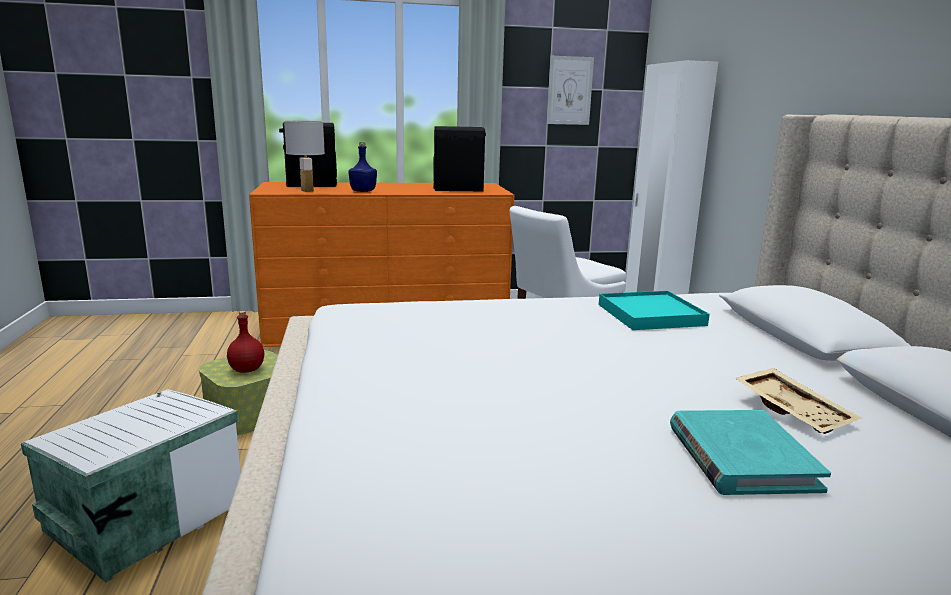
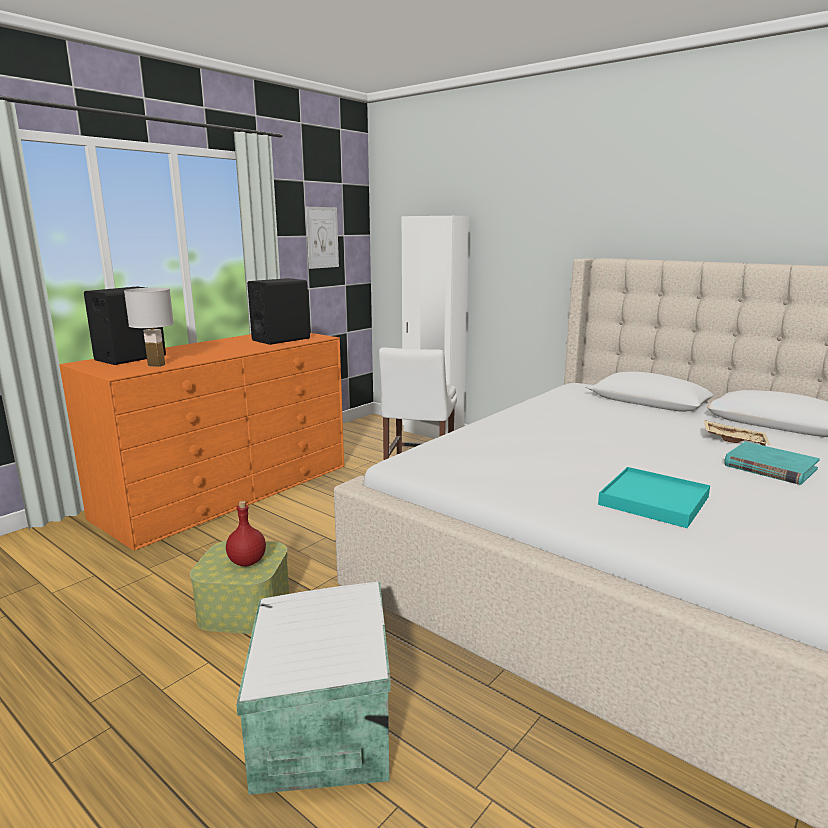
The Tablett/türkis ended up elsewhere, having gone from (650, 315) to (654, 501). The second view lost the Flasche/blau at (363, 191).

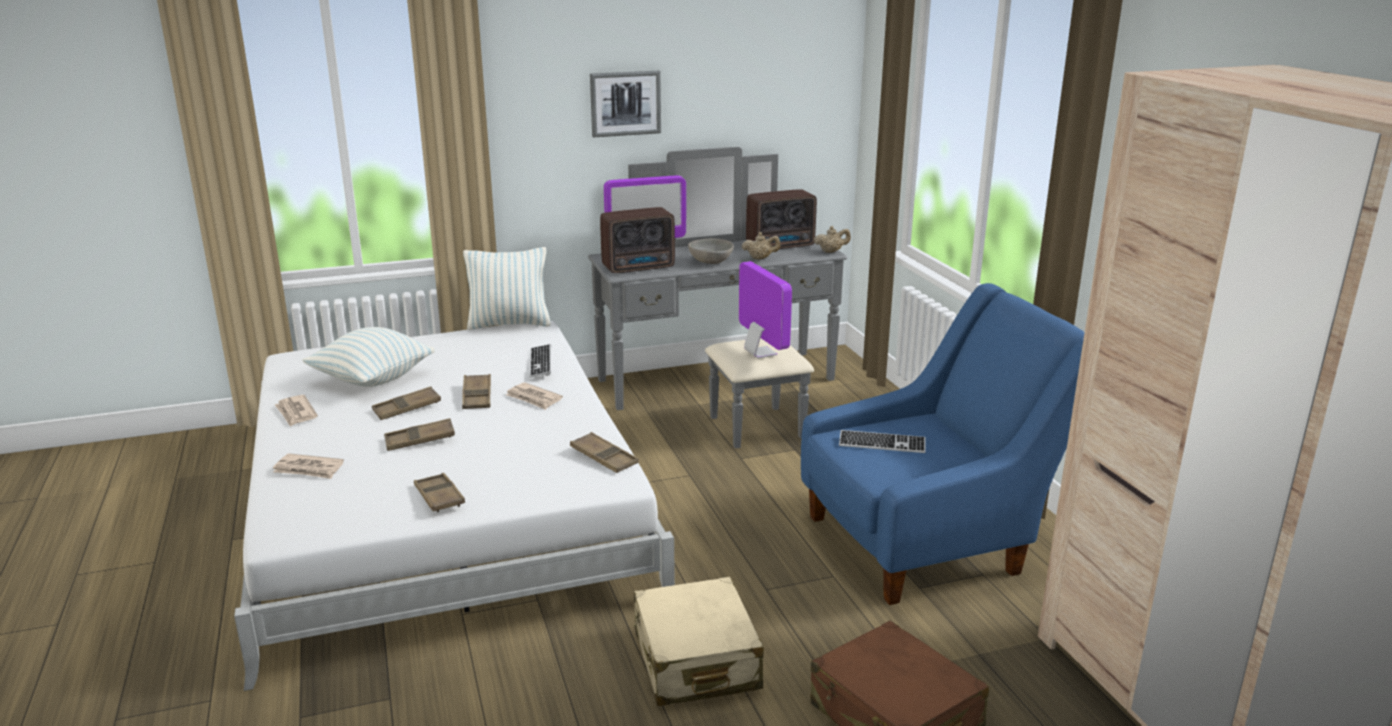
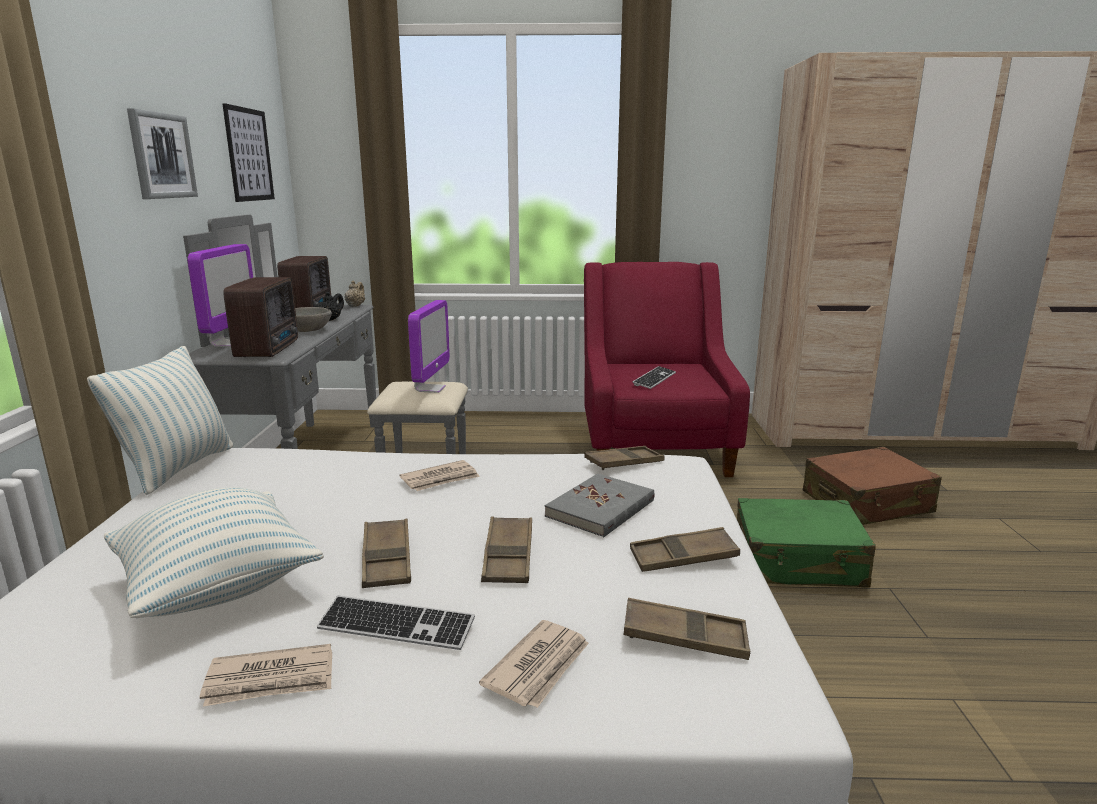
The second view gained the Bild at (249, 155). What was the Teekanne/beige at (760, 258) turned into the Teekanne/schwarz at (331, 319). The Tastatur ended up elsewhere, having gone from (540, 362) to (396, 626). The Monitor at (760, 353) ended up facing another way, 105 degrees clockwise from before. The second view gained the Buch/grau at (601, 509). What was the Sessel/blau at (929, 540) turned into the Sessel/rot at (654, 449). The Tablett/braun ended up elsewhere, having gone from (477, 396) to (684, 637). What was the Koffer/beige at (696, 661) turned into the Koffer/grün at (798, 561).

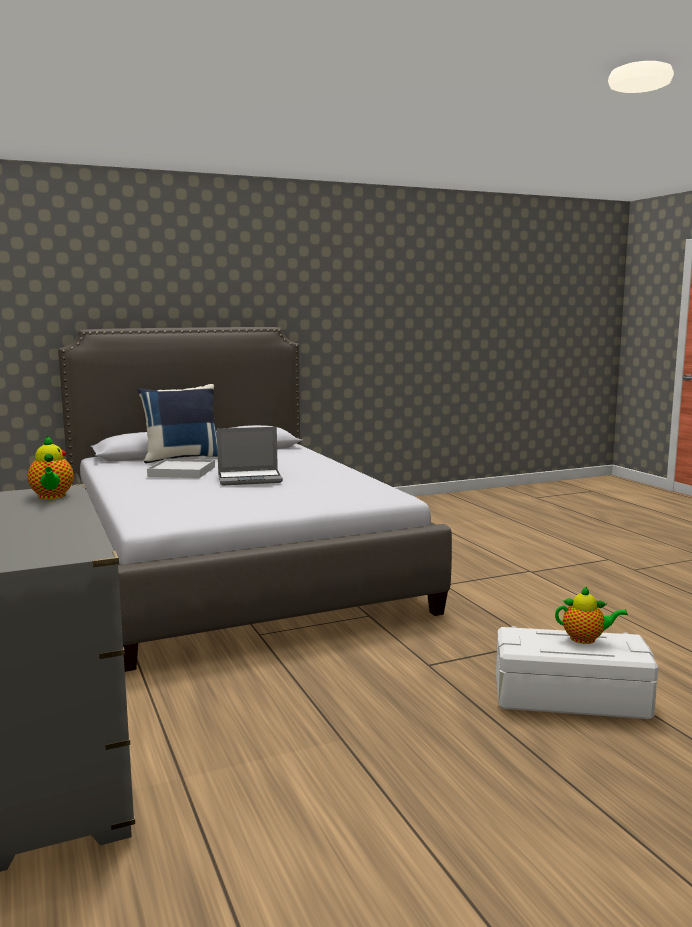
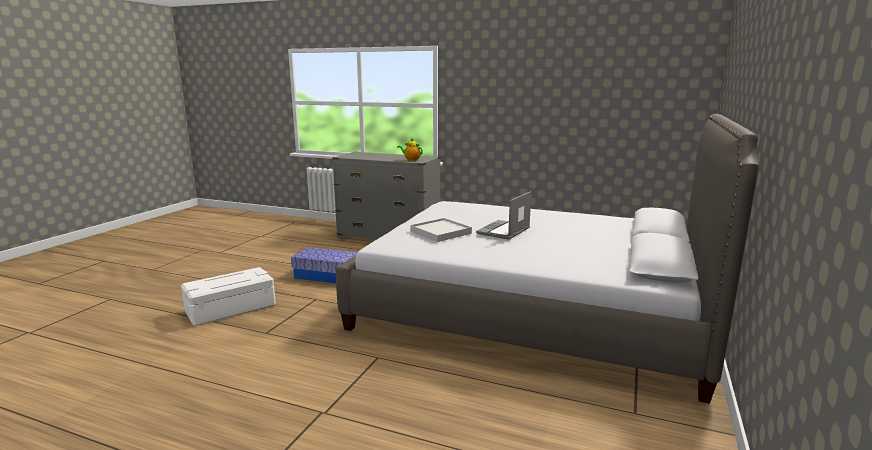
The second view gained the Aufbewahrungsbox at (327, 275). The Tablett/weiß ended up elsewhere, having gone from (182, 471) to (441, 232). The second view lost the Kissen/blau at (183, 458). The second view lost the Teekanne at (586, 639).

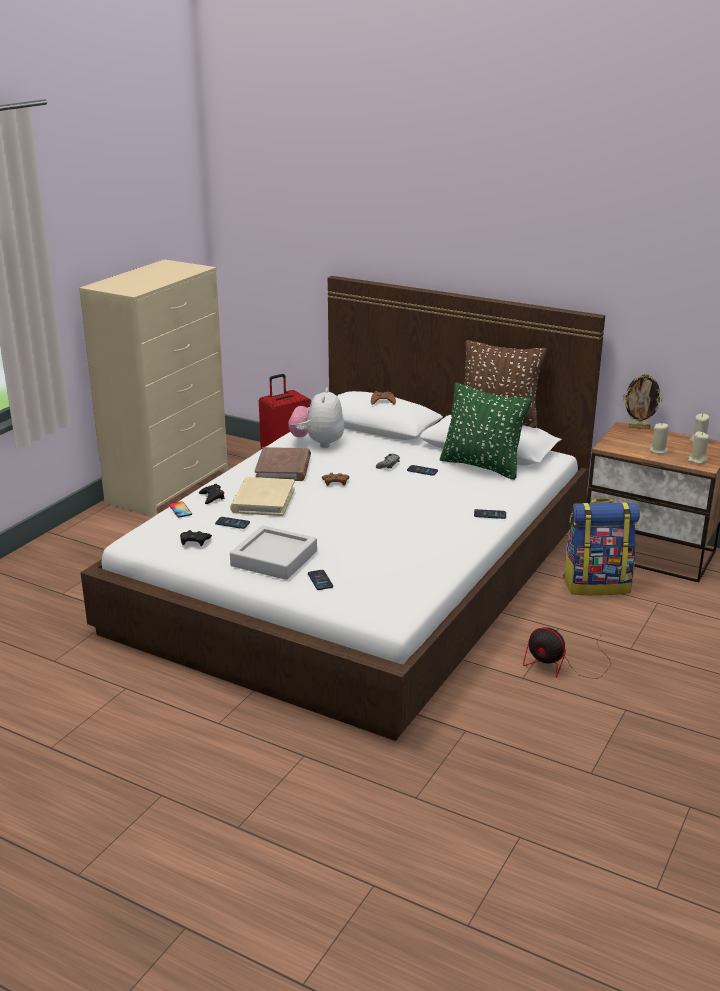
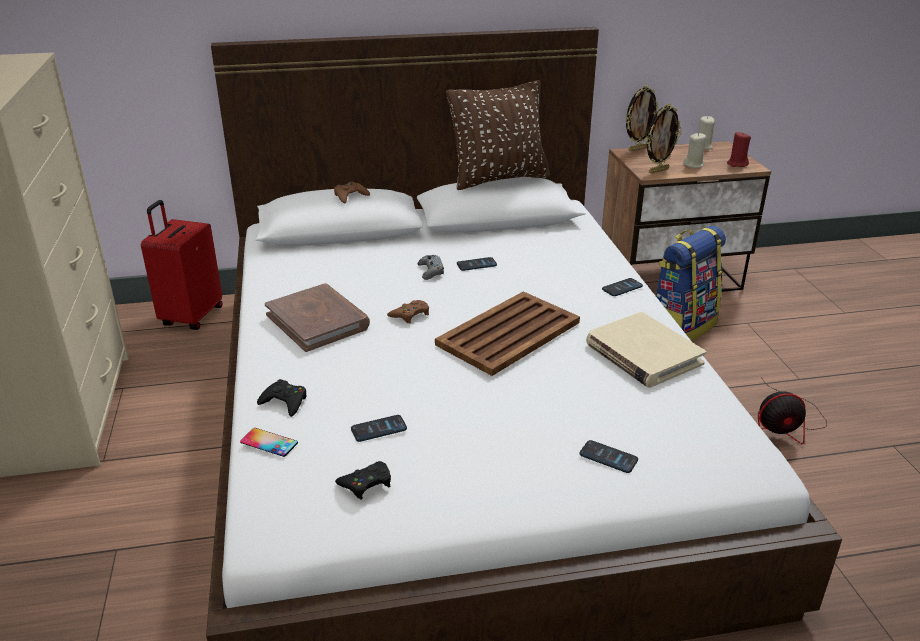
The second view gained the Tablett/braun at (510, 333). The Buch/beige ended up elsewhere, having gone from (263, 500) to (643, 354). The second view gained the Bilderrahmen at (658, 170). What was the Kerze/beige at (697, 460) turned into the Kerze/rot at (737, 164). The second view lost the Tablett/grau at (274, 558). The second view lost the Plüschtier at (318, 443). The second view lost the Kissen/grün at (482, 466).

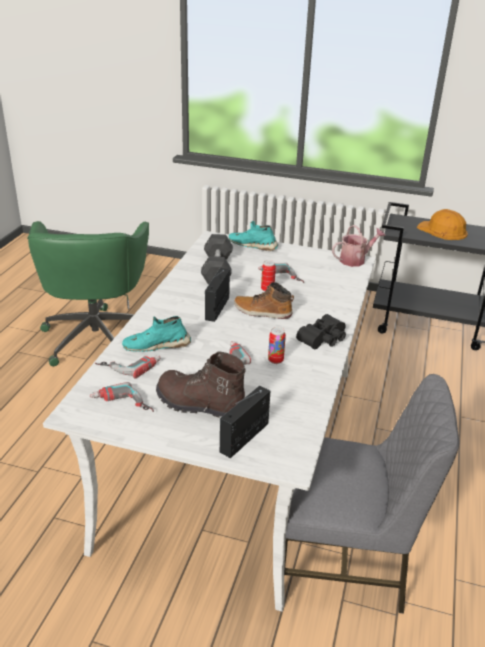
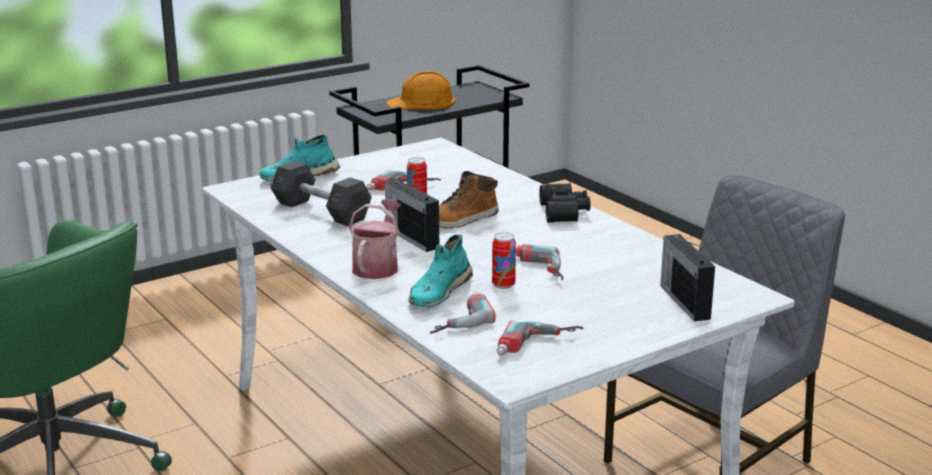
The Gießkanne ended up elsewhere, having gone from (355, 260) to (377, 266). The Dose ended up elsewhere, having gone from (275, 360) to (503, 285). The second view lost the Stiefel/braun at (199, 405).

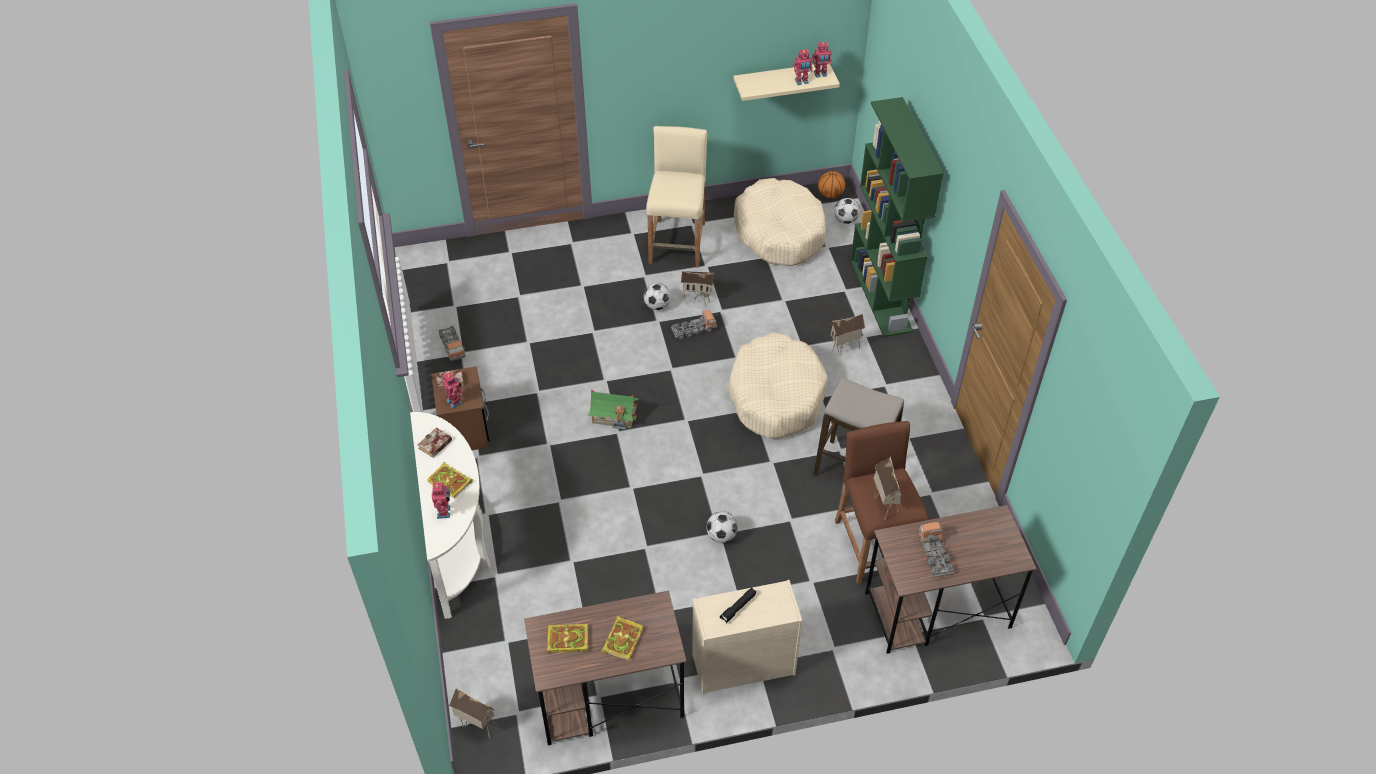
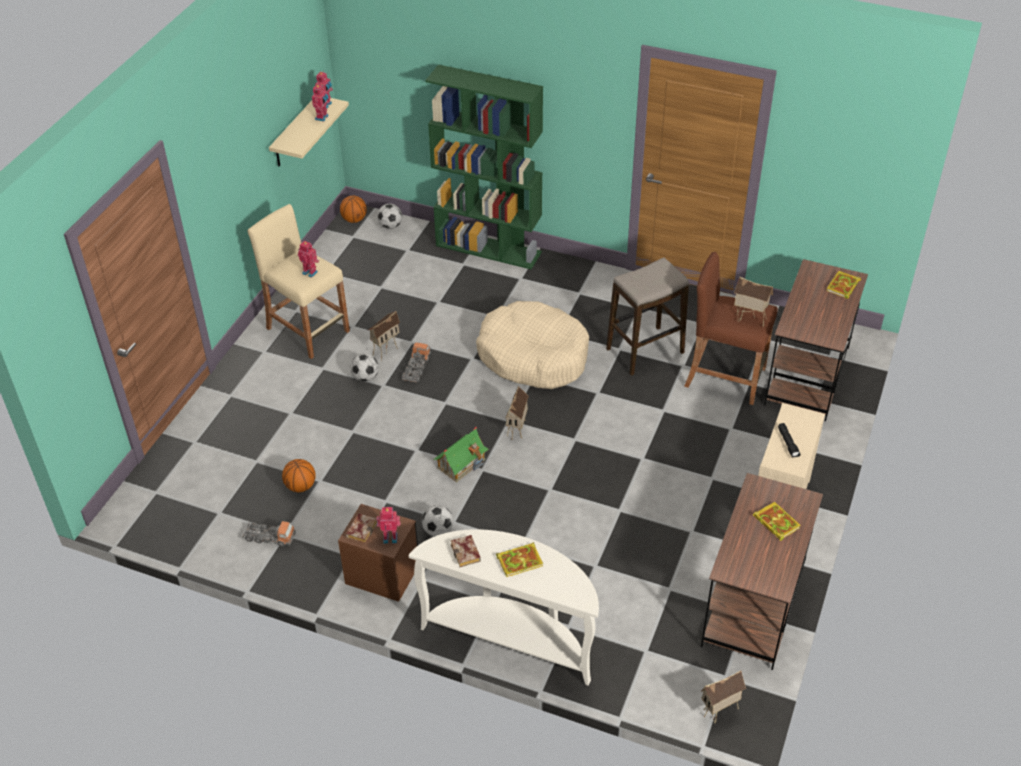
The second view gained the Basketball at (300, 486). The Spielzeugroboter ended up elsewhere, having gone from (445, 512) to (310, 272). The Fußball ended up elsewhere, having gone from (721, 535) to (438, 531). The Spielzeughaus ended up elsewhere, having gone from (845, 349) to (517, 430). The Buch ended up elsewhere, having gone from (566, 640) to (843, 287). The second view lost the Hundebett/beige at (779, 232). The second view lost the Spielzeuglaster at (934, 554).

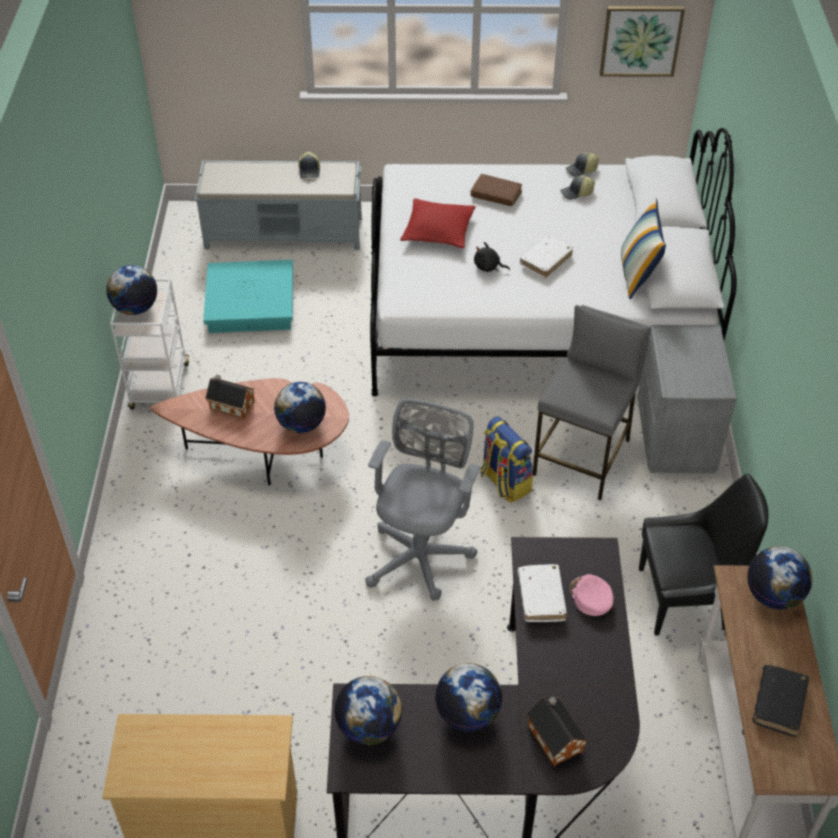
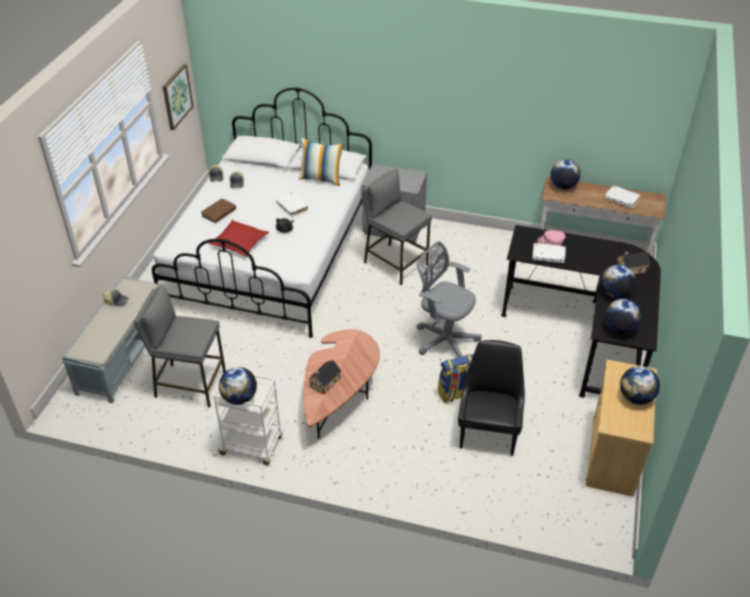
Where the Aufbewahrungsbox/türkis stood at (251, 303), the Hocker/grau came to stand at (190, 384). The Rucksack ended up elsewhere, having gone from (504, 482) to (456, 394). The Stuhl/schwarz ended up elsewhere, having gone from (686, 599) to (488, 431). What was the Buch/schwarz at (778, 704) turned into the Buch/weiß at (621, 200). The Globus ended up elsewhere, having gone from (301, 424) to (635, 398).

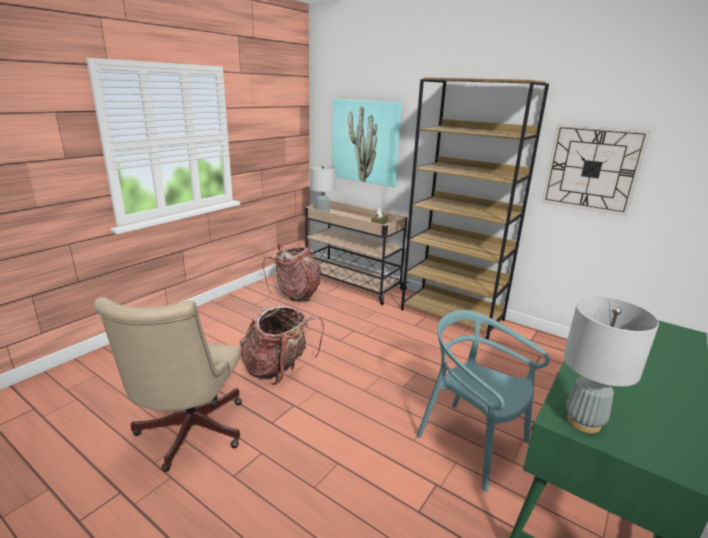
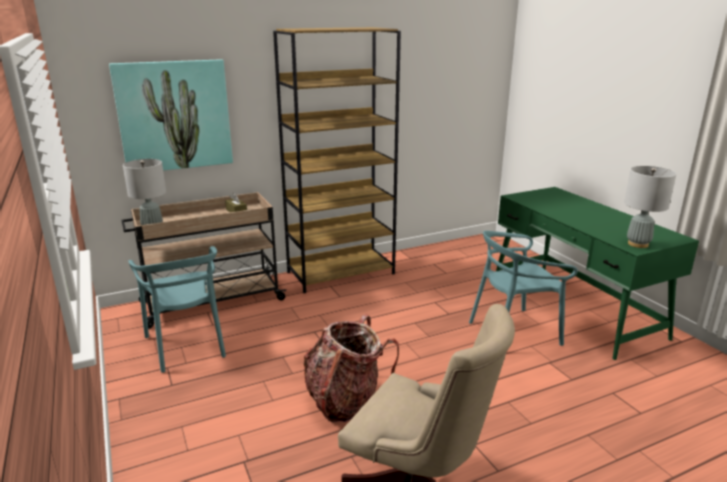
Where the Rucksack stood at (296, 294), the Stuhl/türkis came to stand at (187, 345). The second view lost the Wanduhr at (591, 169).

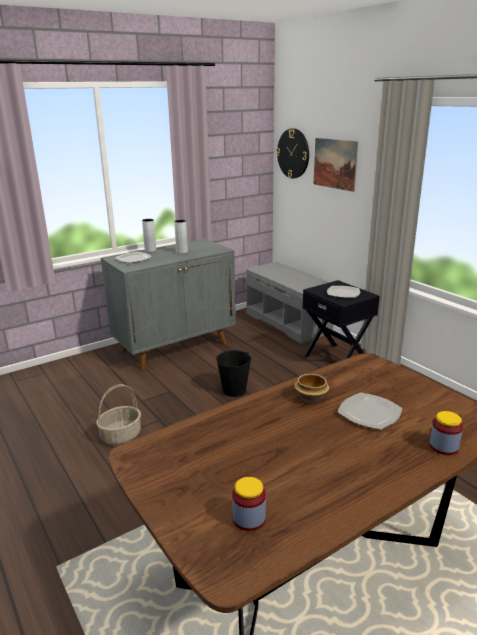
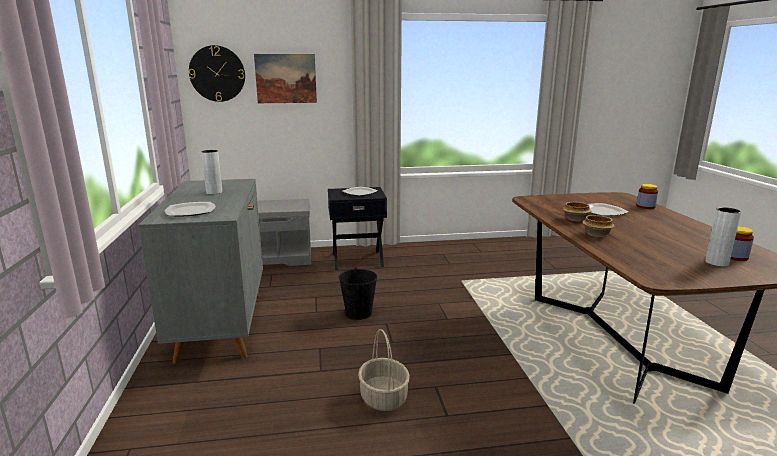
The second view gained the Schüssel at (596, 234). The Vase/grau ended up elsewhere, having gone from (150, 250) to (716, 262).

